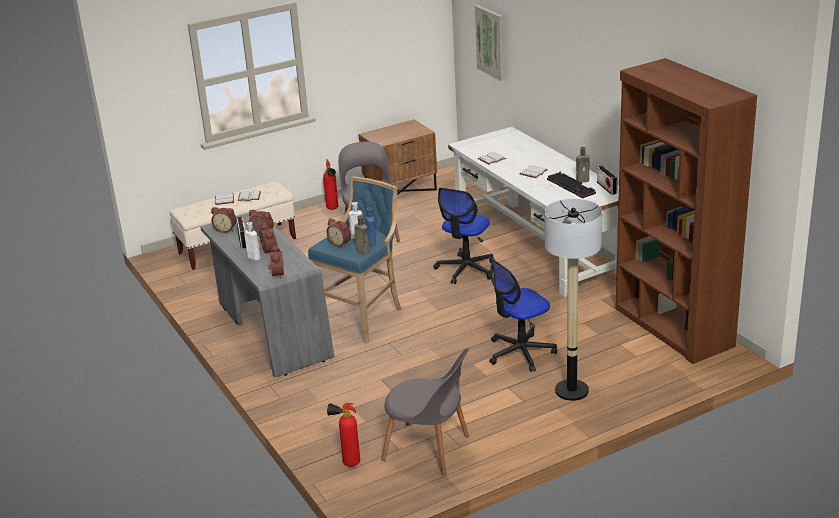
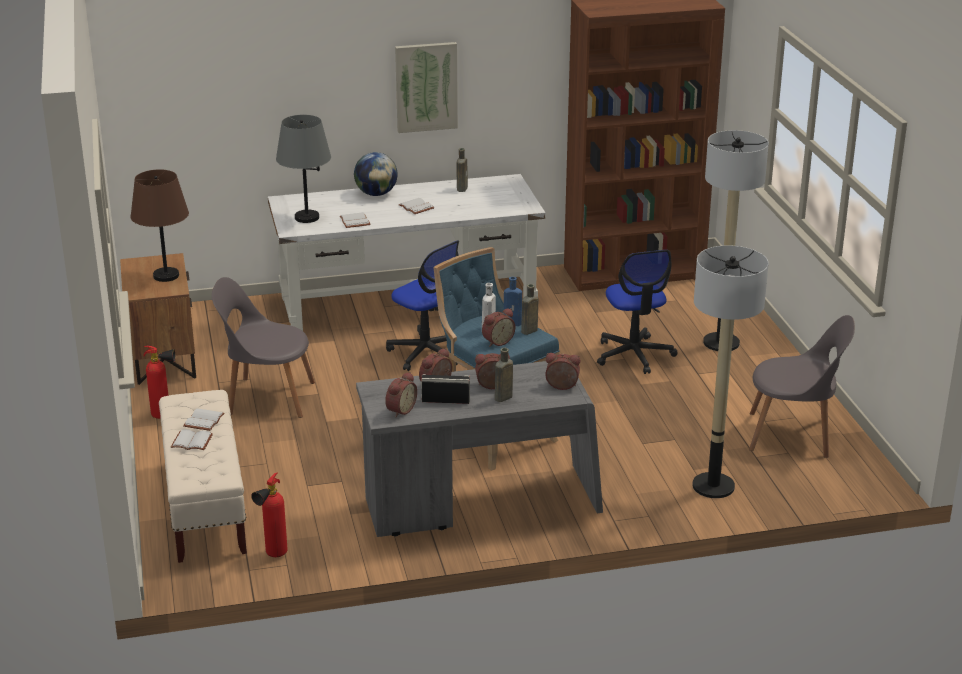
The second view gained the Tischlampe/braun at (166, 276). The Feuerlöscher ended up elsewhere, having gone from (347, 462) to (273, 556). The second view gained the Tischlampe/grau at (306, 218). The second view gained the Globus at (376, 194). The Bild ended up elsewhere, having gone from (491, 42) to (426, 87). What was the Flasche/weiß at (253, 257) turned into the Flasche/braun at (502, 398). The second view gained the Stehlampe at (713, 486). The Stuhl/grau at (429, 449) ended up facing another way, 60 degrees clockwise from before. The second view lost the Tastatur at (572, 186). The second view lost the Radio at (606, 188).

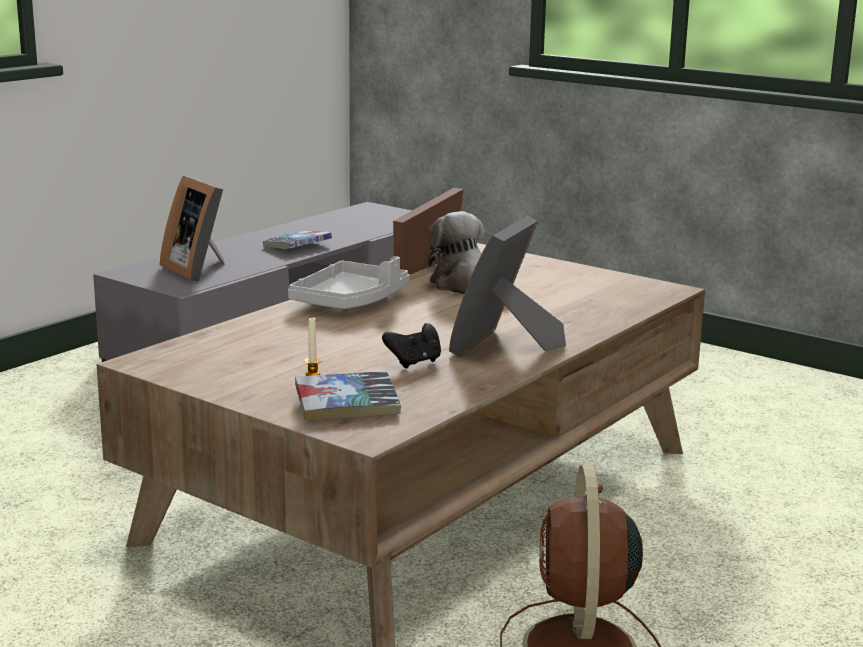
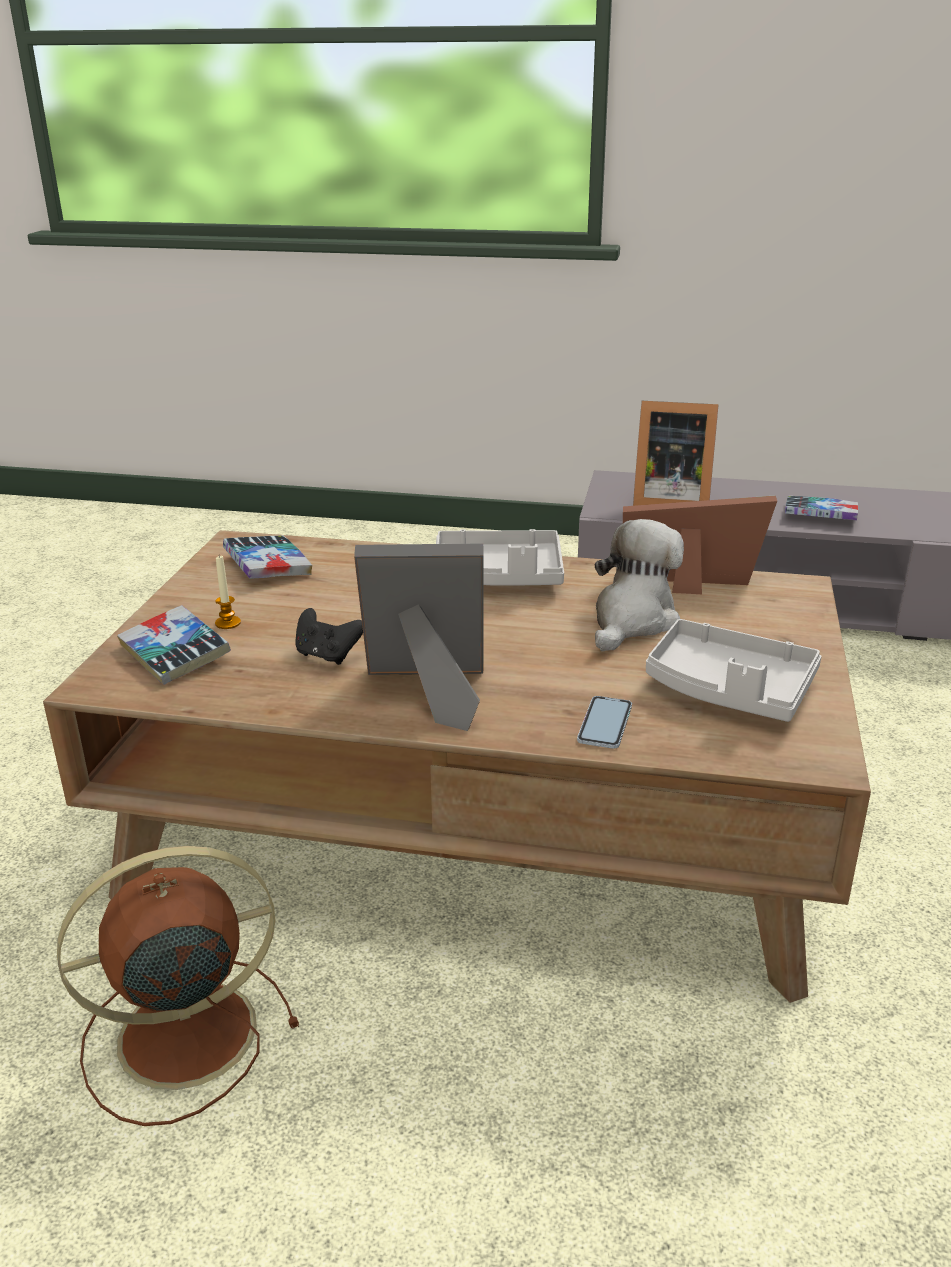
The second view gained the Buch at (268, 566). The second view gained the Handy at (605, 723). The Bilderrahmen at (199, 270) ended up facing another way, 105 degrees counterclockwise from before. The second view gained the Tablett/grau at (729, 689).

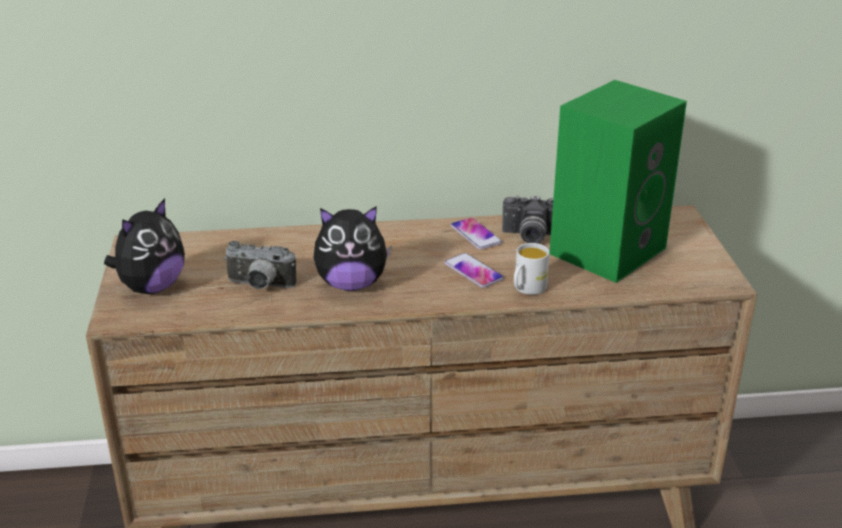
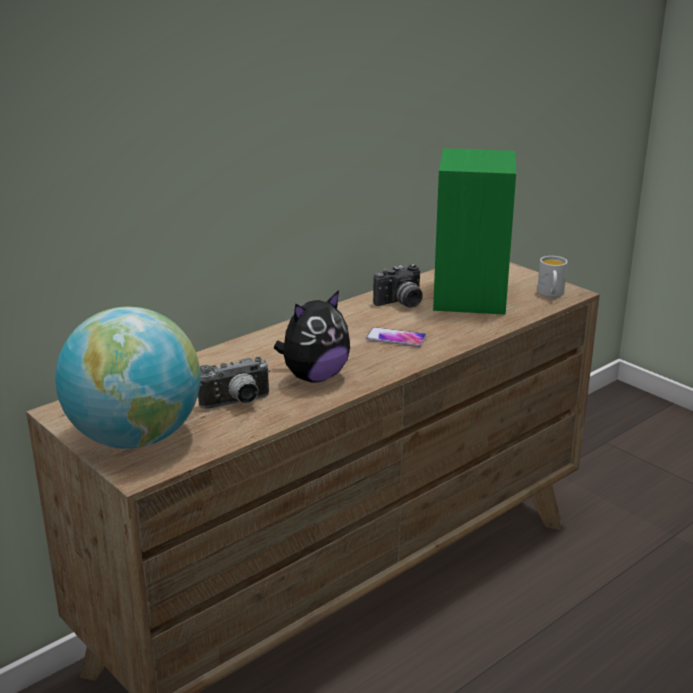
Where the Plüschtier stood at (151, 287), the Globus came to stand at (135, 438). The Henkelbecher/weiß ended up elsewhere, having gone from (527, 289) to (551, 294). The second view lost the Handy at (476, 234).

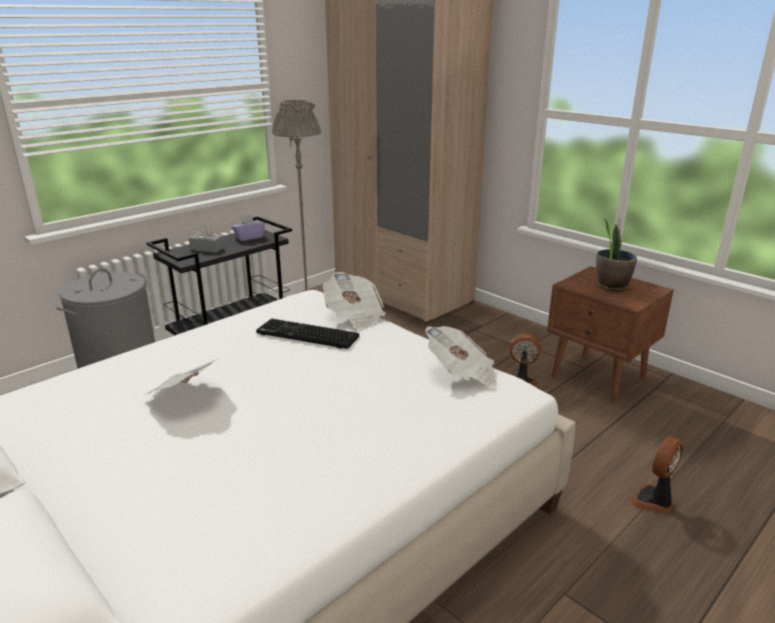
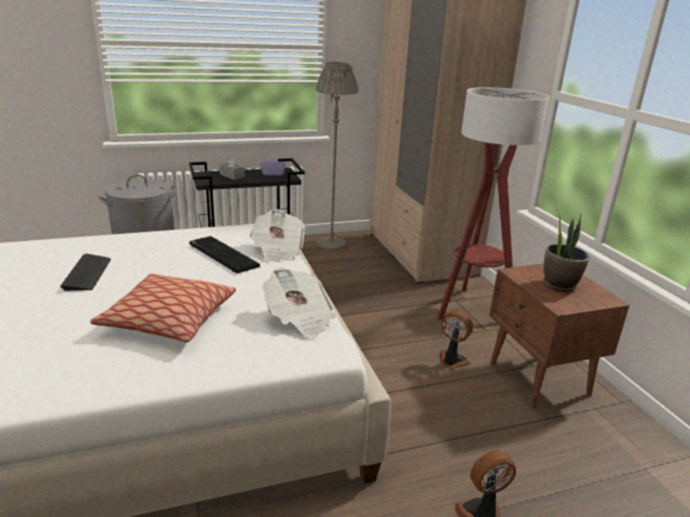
Where the Zeitung stood at (185, 394), the Tastatur came to stand at (87, 273). The second view gained the Kissen at (168, 319). The second view gained the Stehlampe at (471, 309).

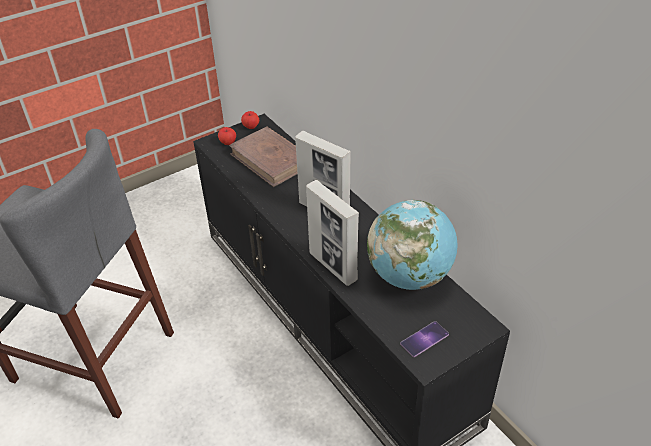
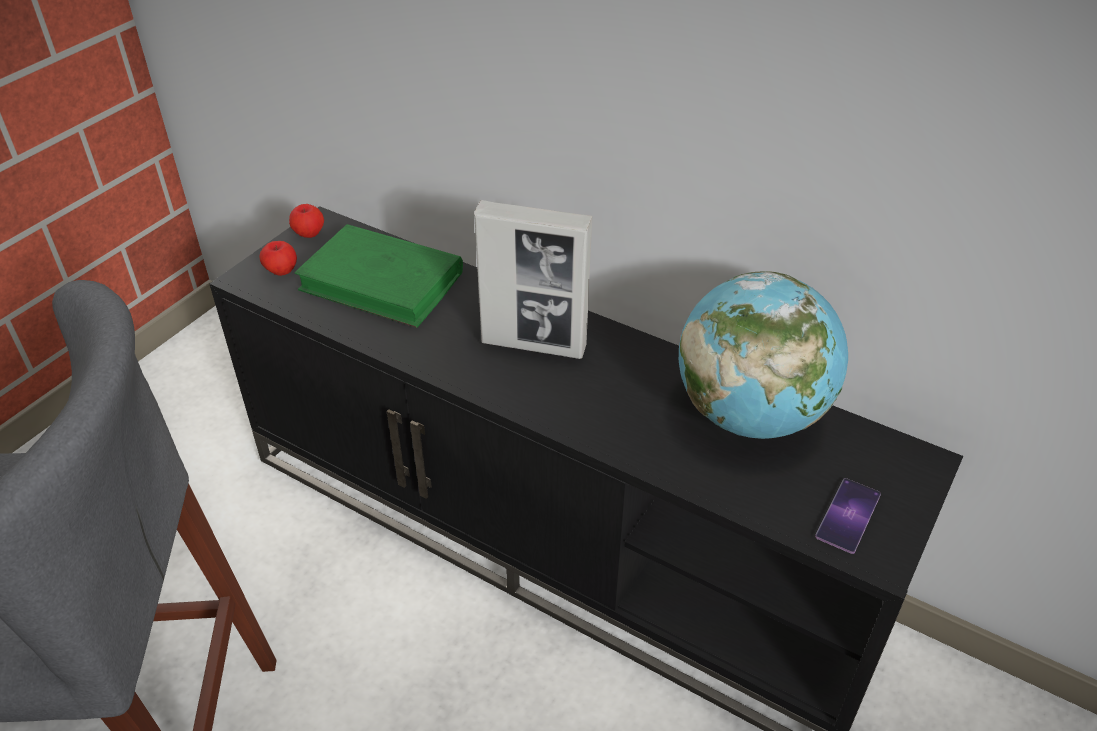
What was the Buch/braun at (271, 160) turned into the Buch/grün at (382, 282). The second view lost the Bilderrahmen at (333, 266).

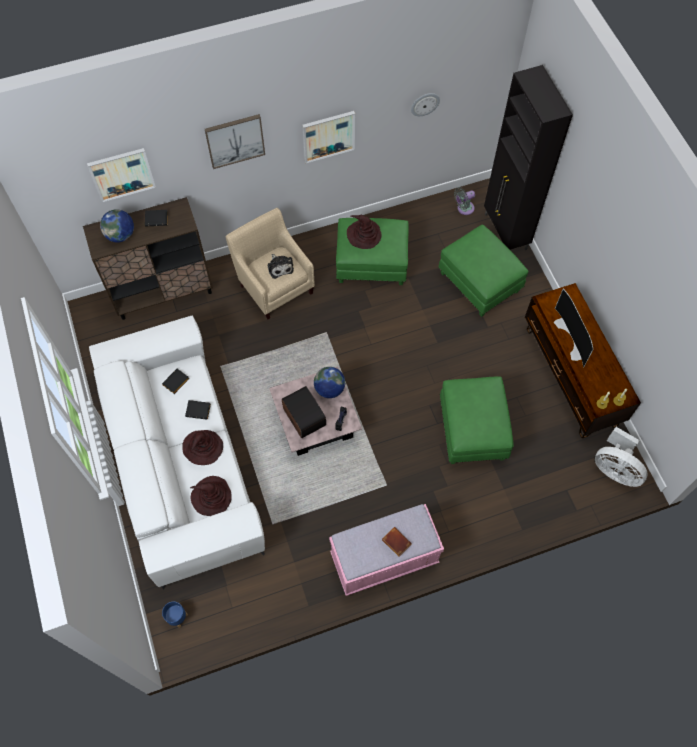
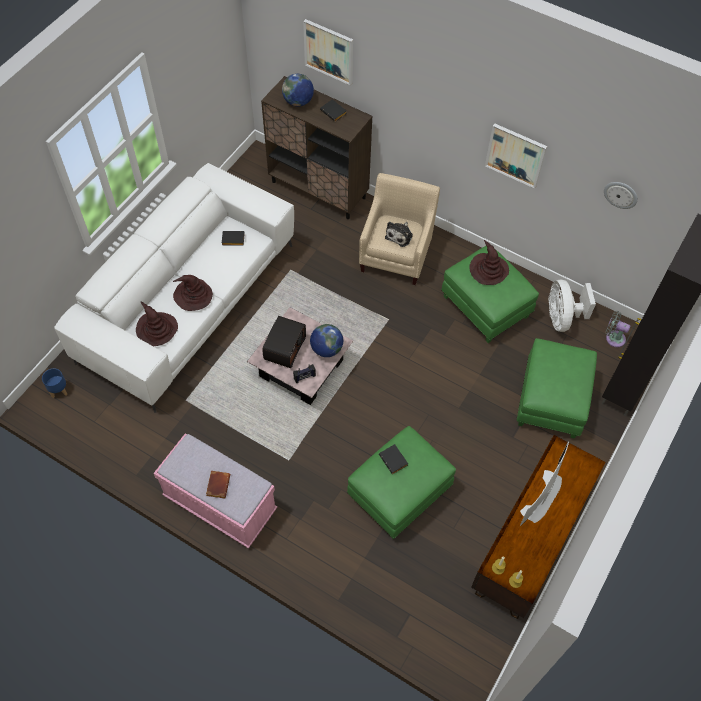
The Buch/schwarz ended up elsewhere, having gone from (199, 410) to (394, 460). The Ventilator/weiß ended up elsewhere, having gone from (615, 469) to (562, 318). The second view lost the Bild at (235, 140).

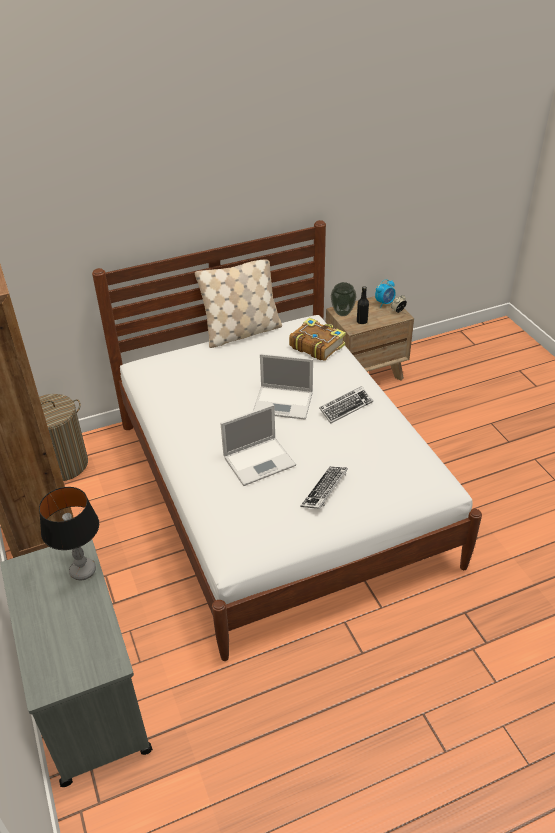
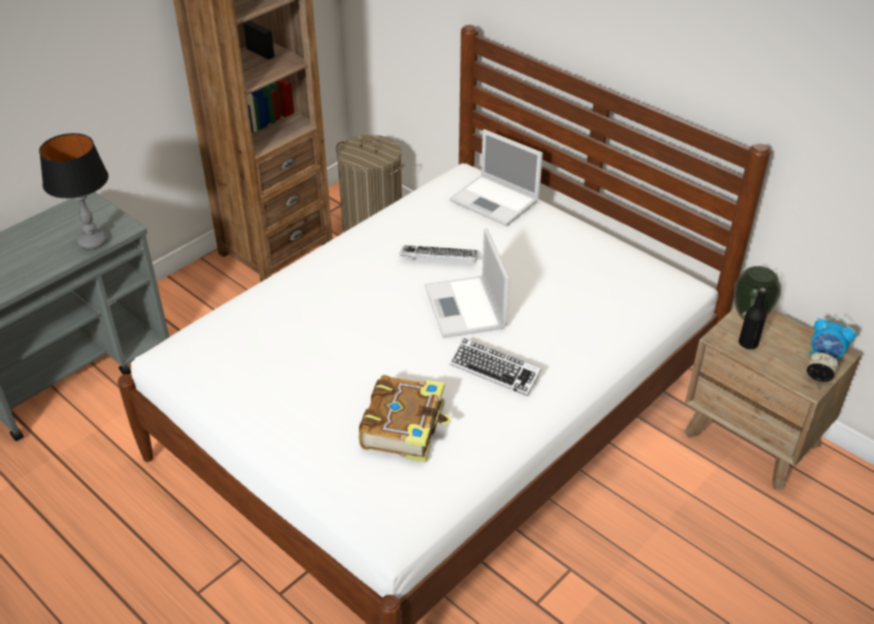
The Buch ended up elsewhere, having gone from (316, 345) to (405, 426). The Tastatur ended up elsewhere, having gone from (324, 490) to (439, 258). The Laptop ended up elsewhere, having gone from (260, 460) to (496, 201). The second view lost the Kissen/beige at (242, 332).

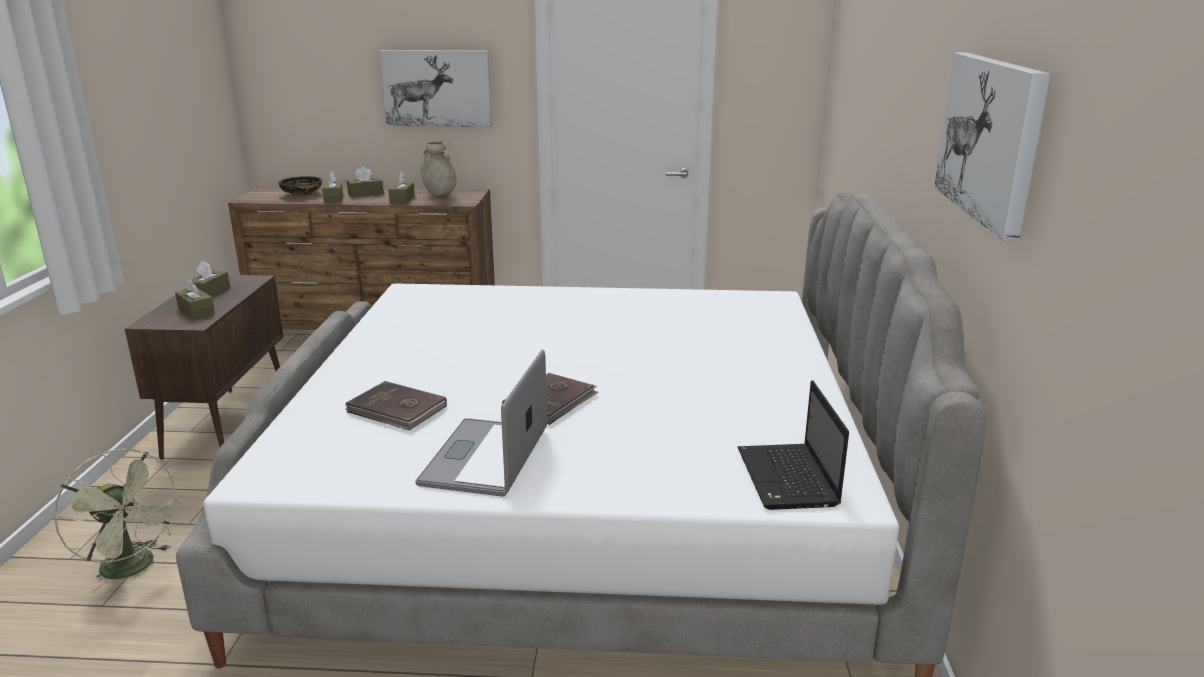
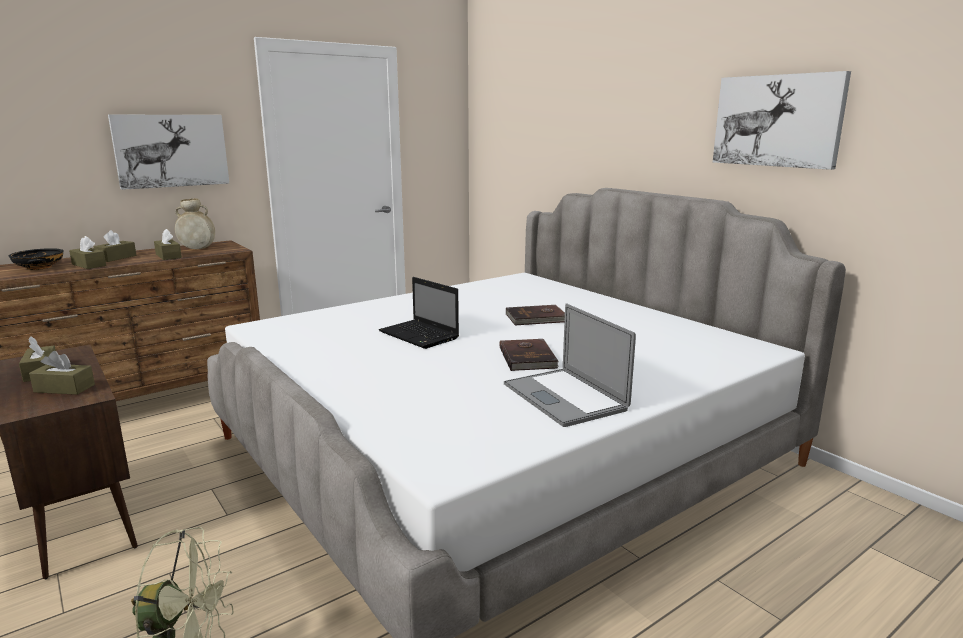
The Laptop ended up elsewhere, having gone from (788, 479) to (420, 335). The Buch/braun ended up elsewhere, having gone from (396, 410) to (537, 318).

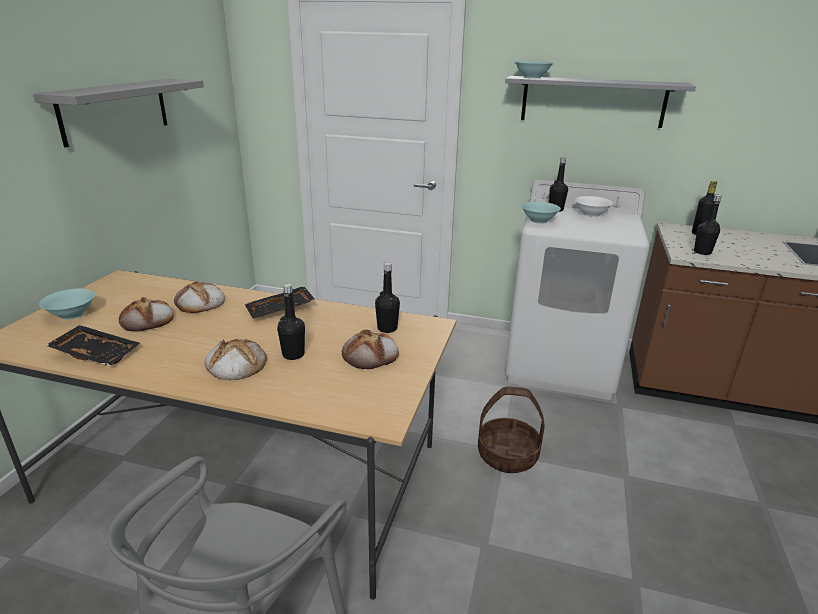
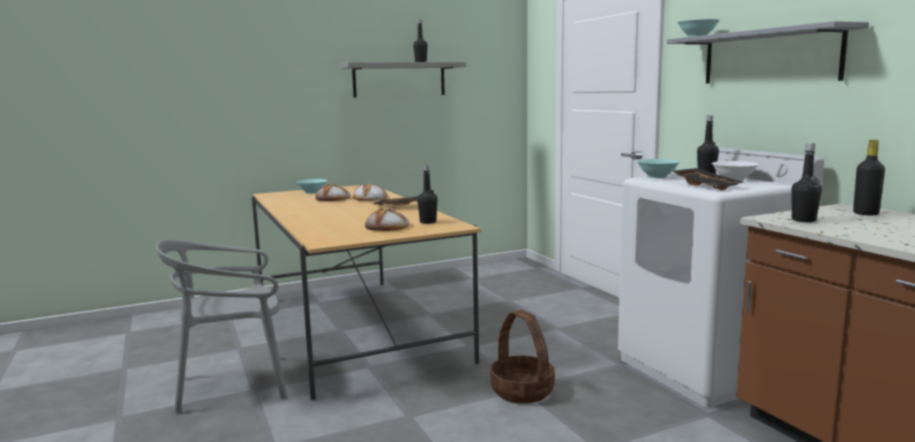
The Flasche/schwarz ended up elsewhere, having gone from (293, 354) to (420, 62). The Tablett/schwarz ended up elsewhere, having gone from (97, 353) to (706, 186). The second view lost the Brot at (236, 364).

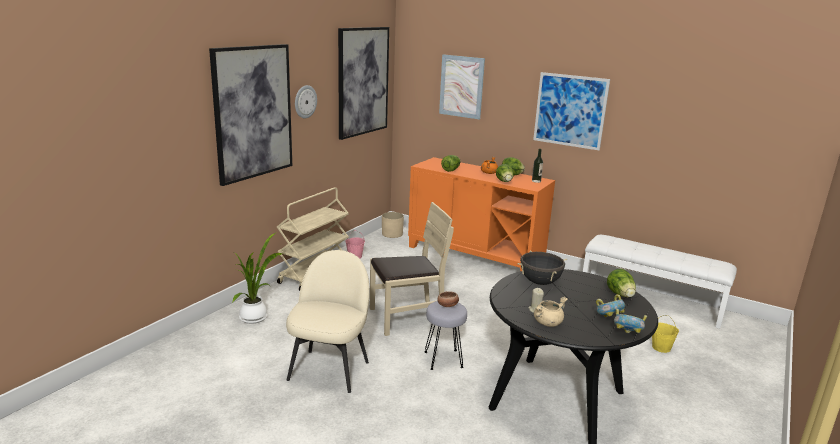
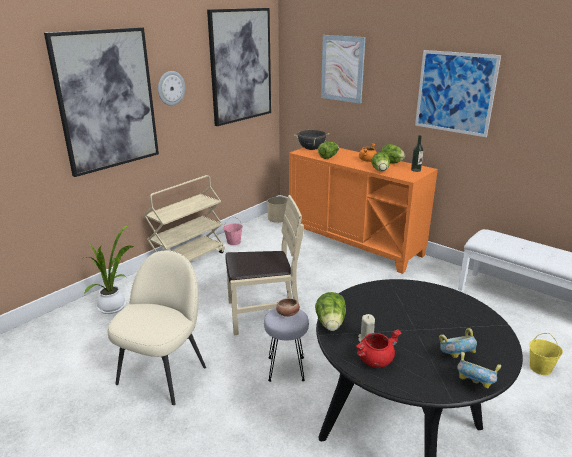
The Kochtopf/schwarz ended up elsewhere, having gone from (540, 282) to (311, 149). The Salatkopf ended up elsewhere, having gone from (621, 295) to (331, 324). What was the Kochtopf/beige at (547, 323) turned into the Kochtopf/rot at (375, 360).

